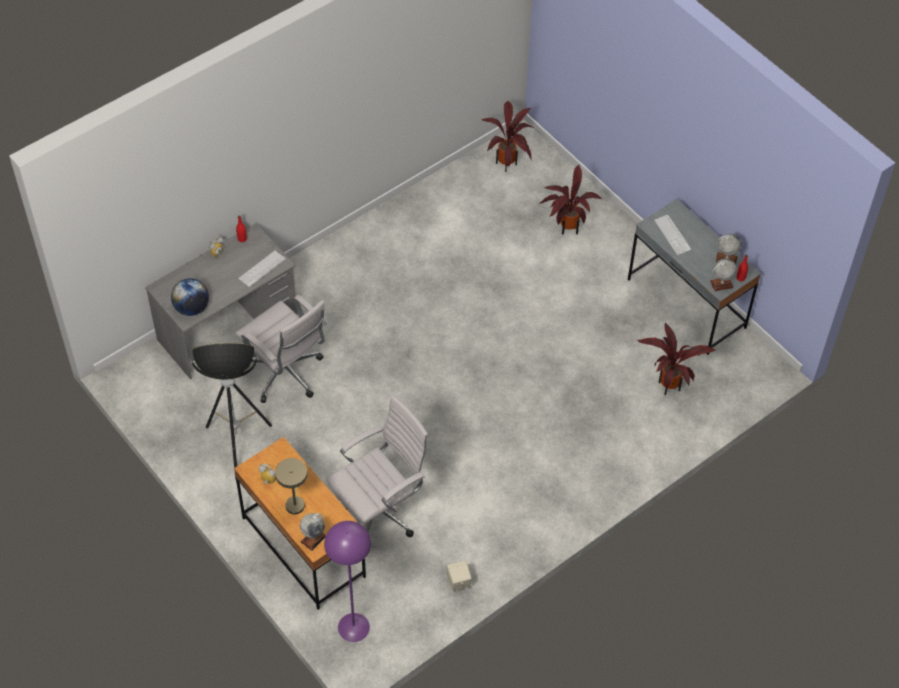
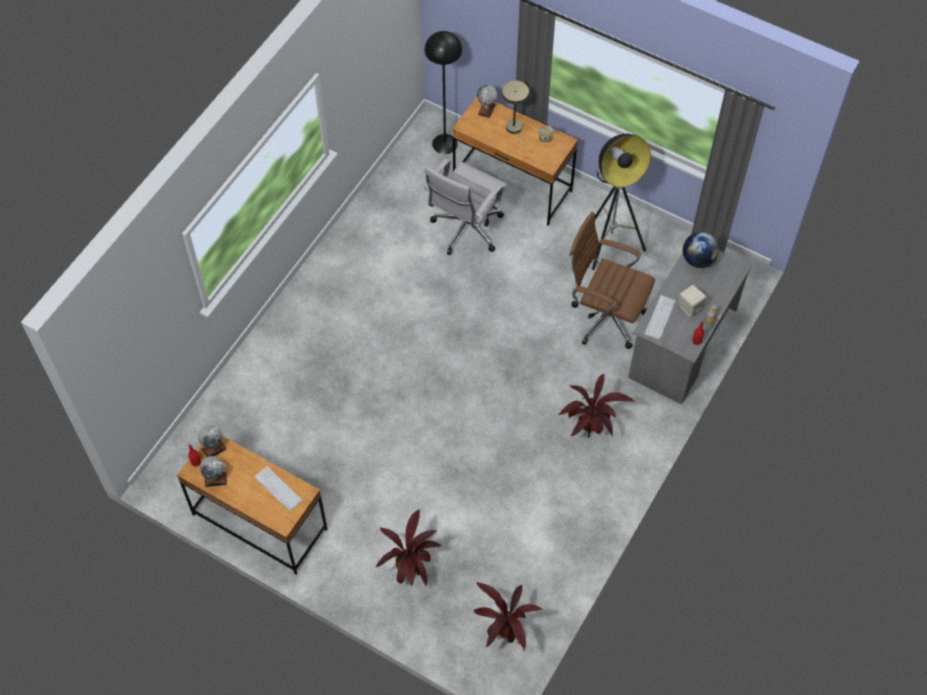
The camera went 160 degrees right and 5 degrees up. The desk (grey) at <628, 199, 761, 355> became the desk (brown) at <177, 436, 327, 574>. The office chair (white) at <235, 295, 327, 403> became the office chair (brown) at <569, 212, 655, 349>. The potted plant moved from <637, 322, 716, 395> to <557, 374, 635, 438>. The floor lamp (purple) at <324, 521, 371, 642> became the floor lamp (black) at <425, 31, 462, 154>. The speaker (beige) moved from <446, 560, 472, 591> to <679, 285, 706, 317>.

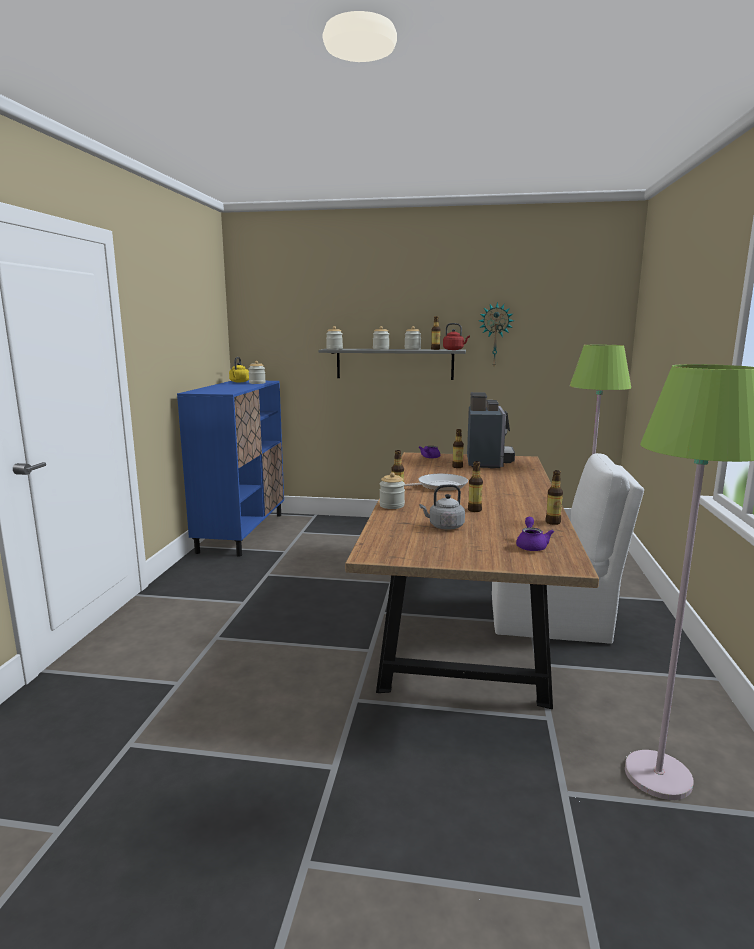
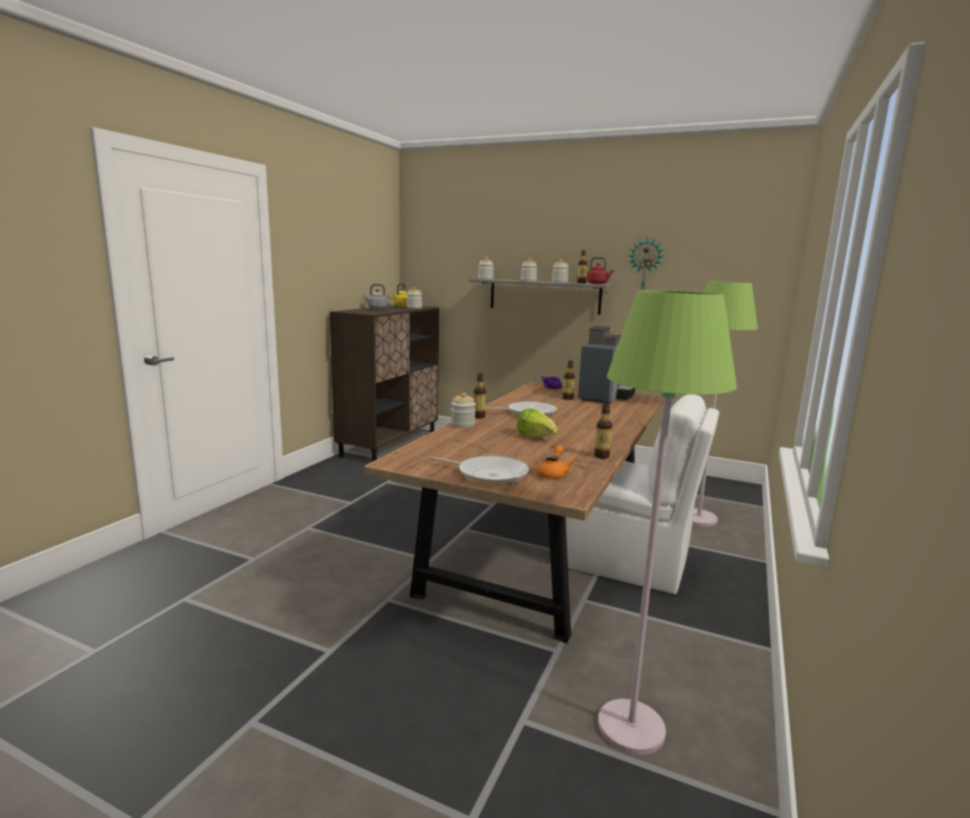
The camera went 15 degrees right and 0 degrees up. The cabinet (blue) at <177, 380, 284, 557> became the cabinet (brown) at <329, 305, 439, 462>. The bottle at <468, 461, 483, 512> was replaced by the lettuce at <517, 409, 558, 437>. The kettle (grey) moved from <419, 484, 465, 530> to <363, 284, 387, 309>. The teapot (purple) at <516, 517, 554, 551> became the teapot (orange) at <536, 445, 574, 479>. The frying pan at <429, 456, 529, 486> appeared.

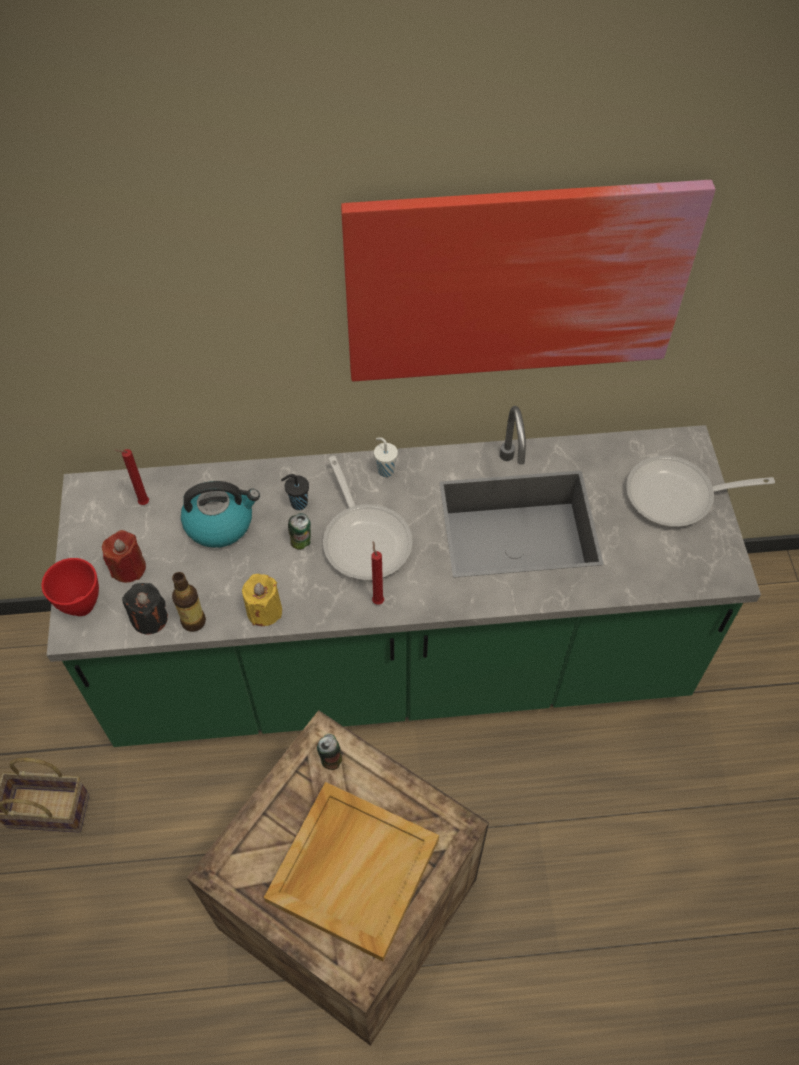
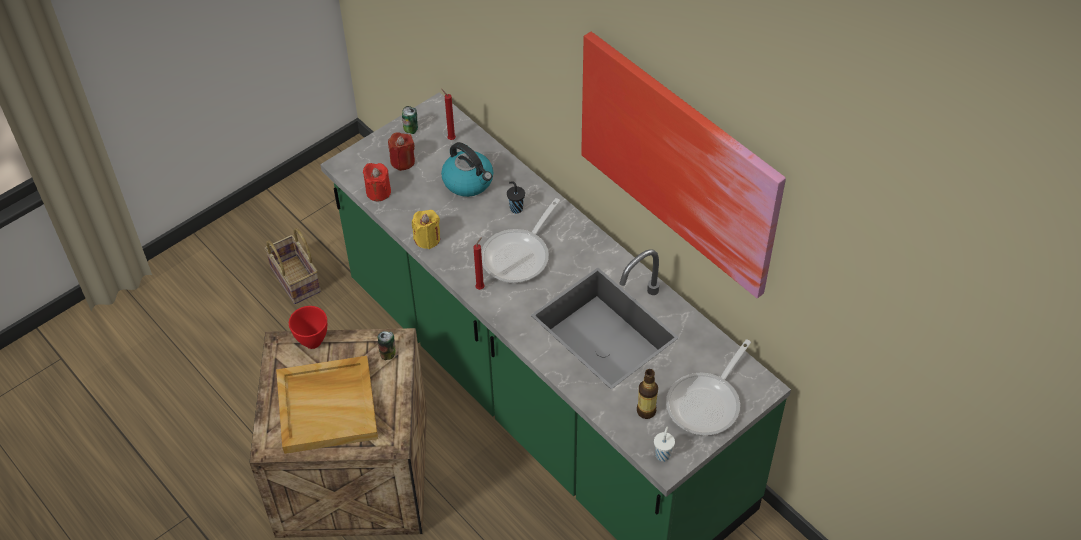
The camera went 55 degrees right and 5 degrees down. The cup (white) moved from <374, 438, 398, 477> to <654, 427, 675, 462>. The frying pan at <626, 455, 775, 527> turned 105 degrees counterclockwise. The can moved from <288, 513, 311, 550> to <402, 106, 418, 134>. The bowl (red) moved from <42, 558, 99, 616> to <289, 306, 327, 349>. The bottle moved from <172, 572, 206, 632> to <637, 369, 658, 419>. The candle (black) at <122, 583, 168, 635> became the candle (red) at <363, 163, 391, 201>.

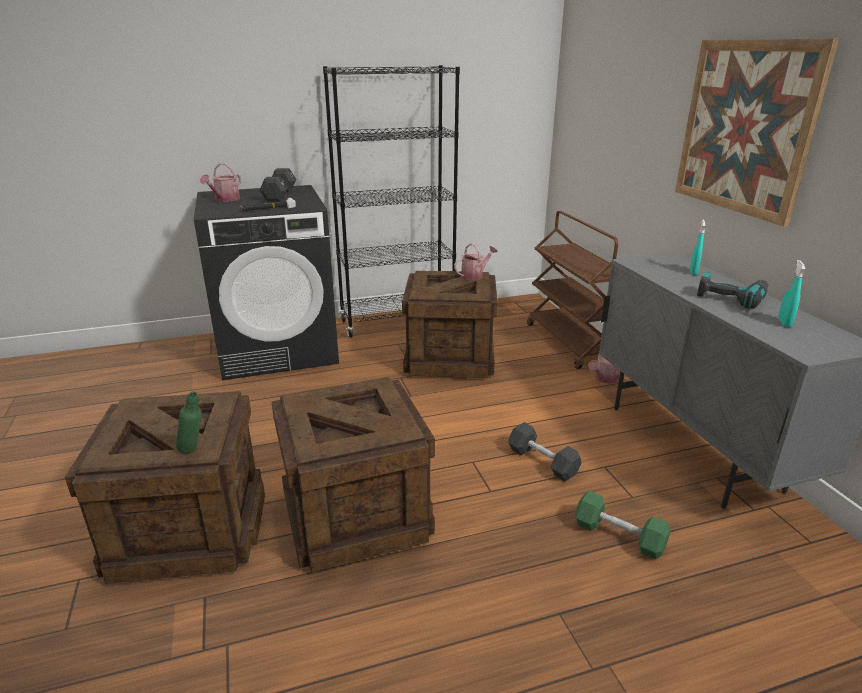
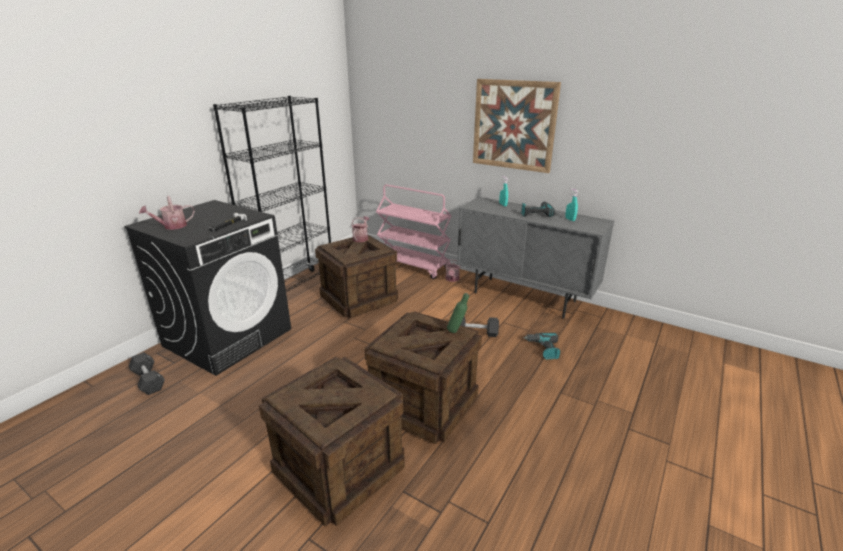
The camera went 40 degrees left and 0 degrees up. The watering can at <200, 163, 241, 202> turned 75 degrees clockwise. The dumbbell (black) moved from <259, 168, 296, 202> to <129, 352, 165, 395>. The cart (brown) at <527, 211, 618, 369> became the cart (pink) at <376, 184, 451, 279>. The bottle (green) moved from <176, 392, 202, 453> to <447, 293, 469, 333>. The dumbbell (green) at <575, 491, 670, 559> was replaced by the power drill at <523, 333, 560, 359>.

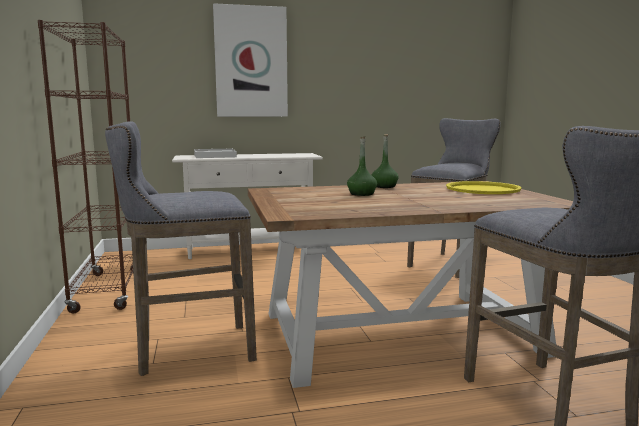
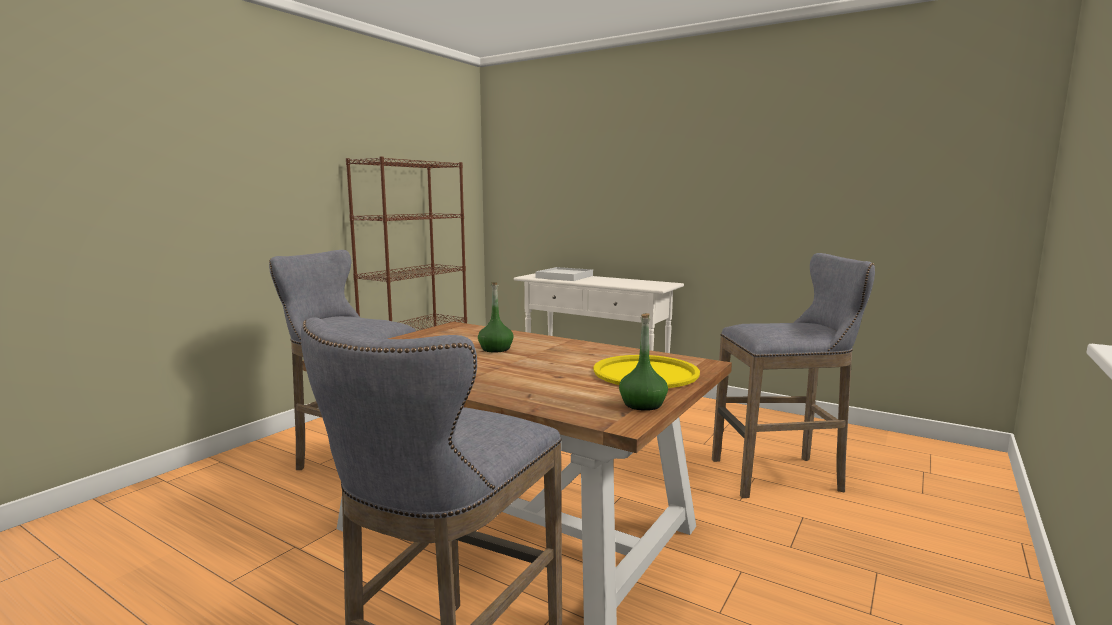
The camera went 45 degrees right and 0 degrees up. The picture at <213, 3, 288, 117> disappeared. The bottle (green) moved from <372, 134, 399, 188> to <619, 313, 668, 411>.

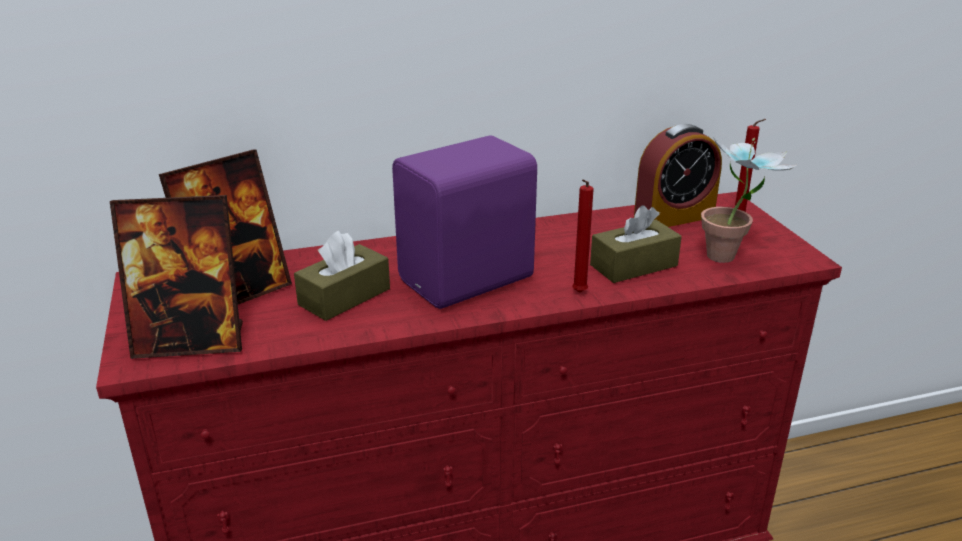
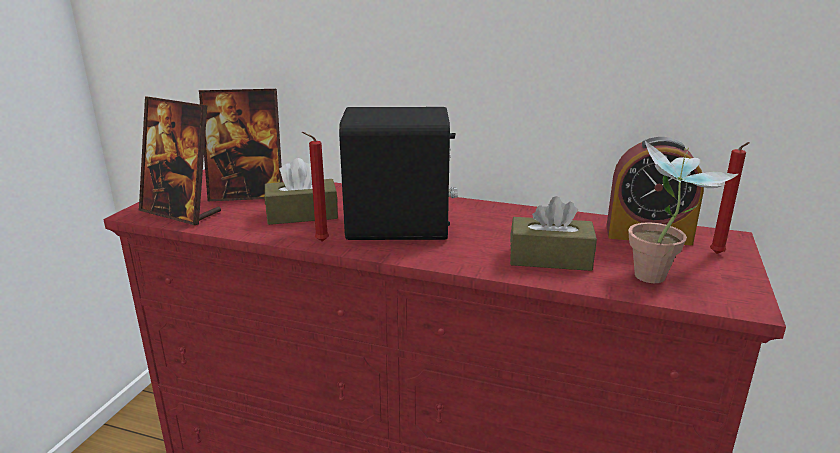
The camera went 35 degrees right and 5 degrees down. The speaker (purple) at <392, 135, 537, 309> became the speaker (black) at <339, 107, 458, 240>. The candle (red) moved from <572, 180, 594, 293> to <302, 132, 329, 242>.

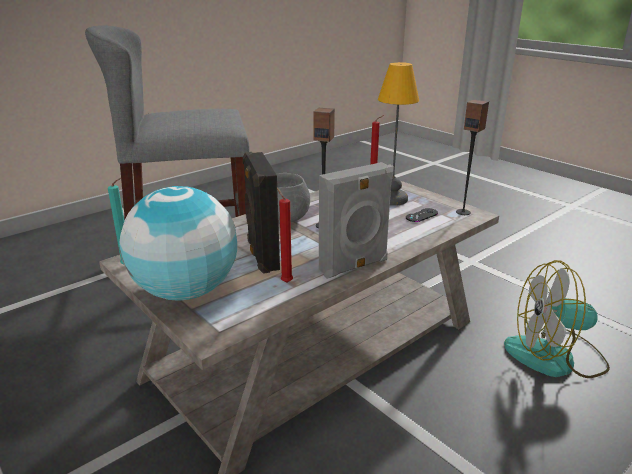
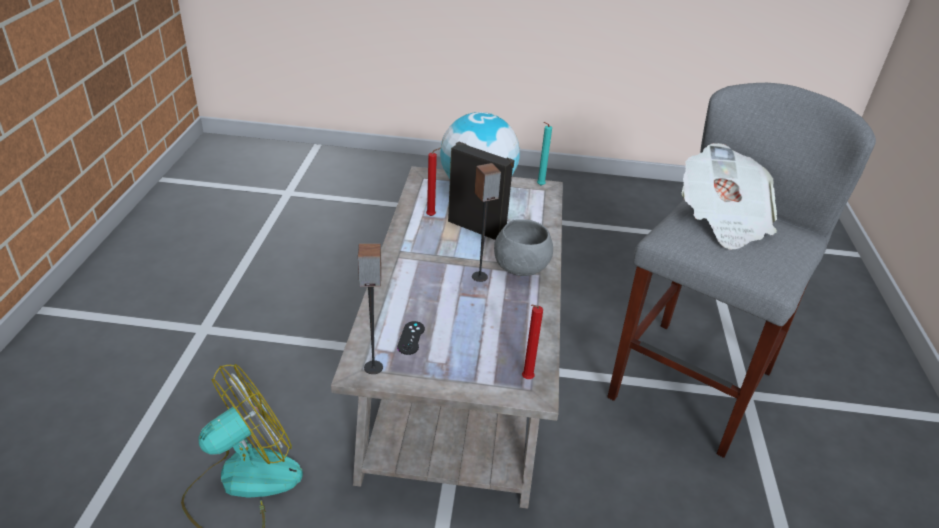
The camera went 135 degrees right and 10 degrees up. The table lamp at <378, 62, 419, 206> disappeared. The speaker (grey) at <319, 162, 394, 279> disappeared. The newspaper at <681, 143, 777, 250> appeared.

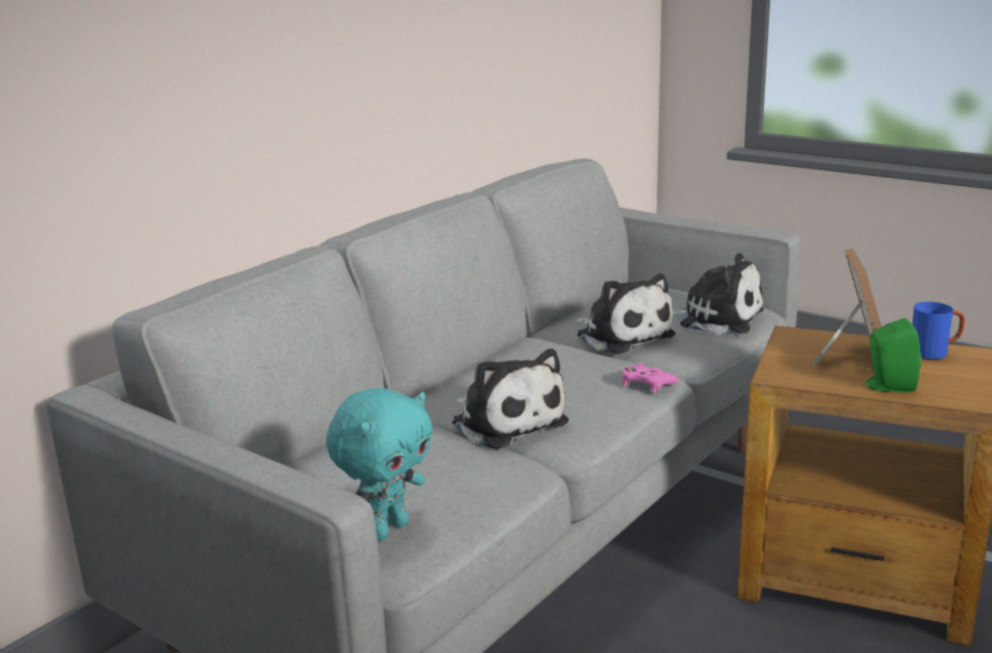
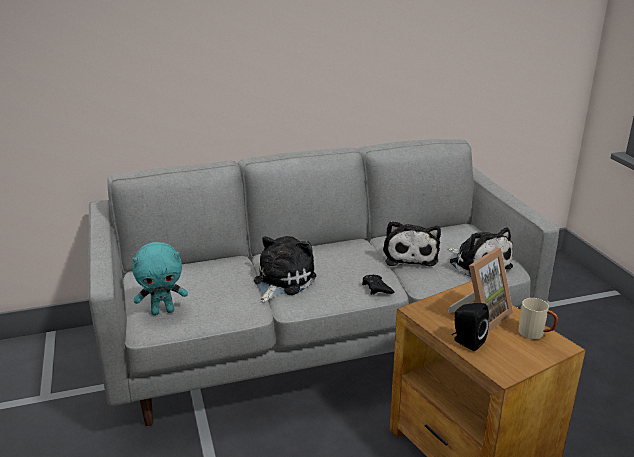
The camera went 35 degrees right and 5 degrees up. The mug (blue) at <912, 302, 965, 359> became the mug (beige) at <518, 298, 558, 339>. The speaker (green) at <865, 318, 921, 393> became the speaker (black) at <452, 303, 489, 351>. The plush toy at <452, 349, 569, 450> turned 150 degrees counterclockwise. The game controller (pink) at <622, 363, 679, 393> became the game controller (black) at <362, 275, 395, 295>.

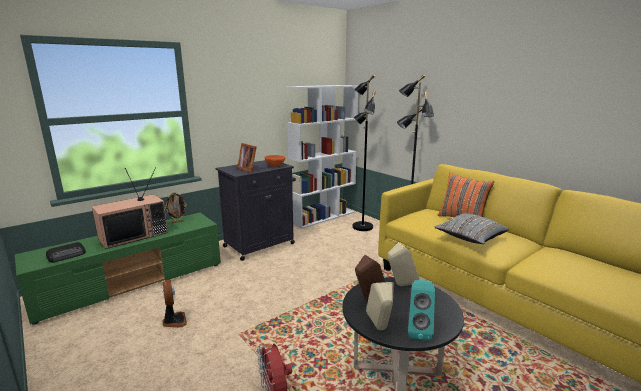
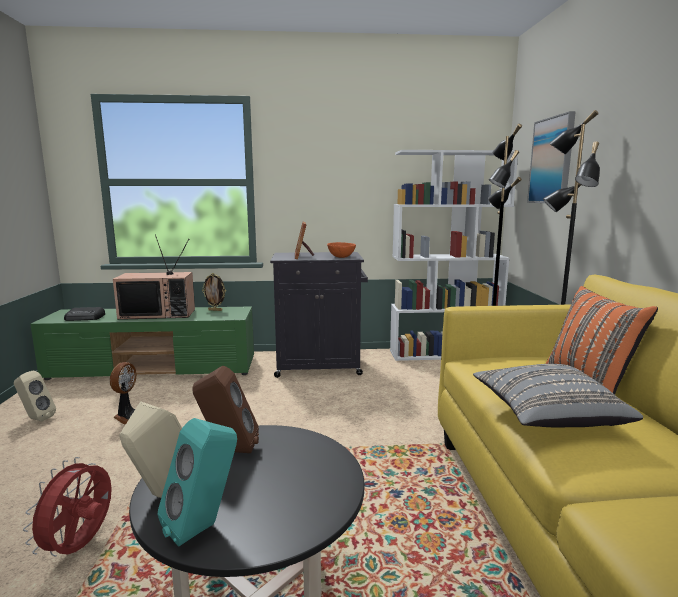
The camera went 35 degrees right and 5 degrees down. The speaker (beige) moved from <387, 242, 419, 286> to <14, 370, 56, 422>. The picture at <527, 111, 576, 203> appeared.

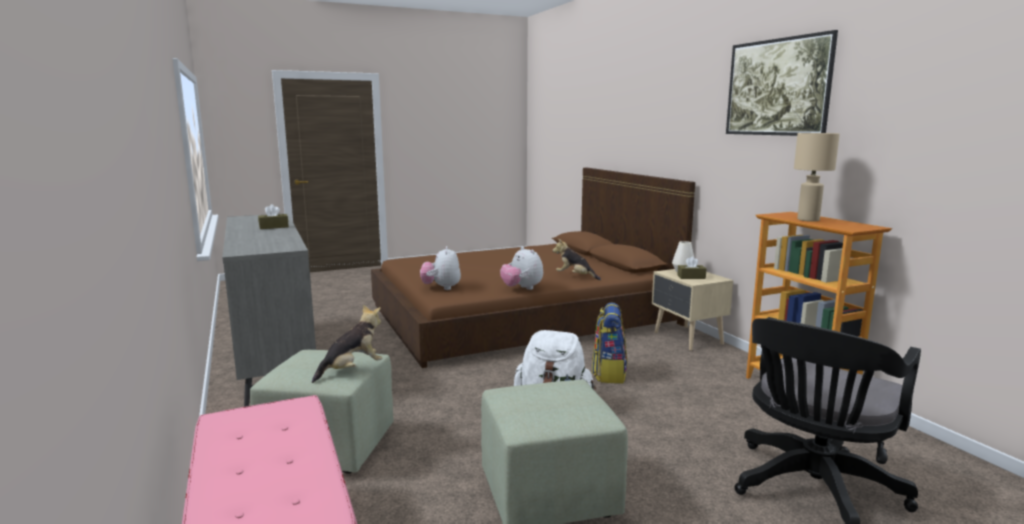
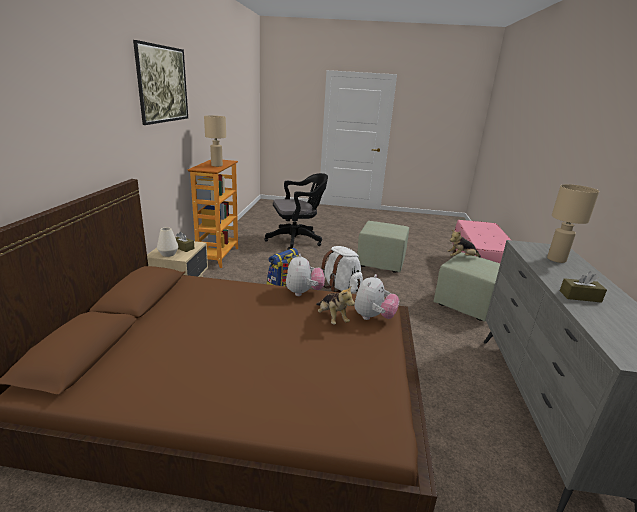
The camera went 150 degrees left and 10 degrees up. The plush toy moved from <553, 239, 601, 280> to <316, 287, 355, 324>. The table lamp (beige) at <547, 184, 599, 263> appeared.

